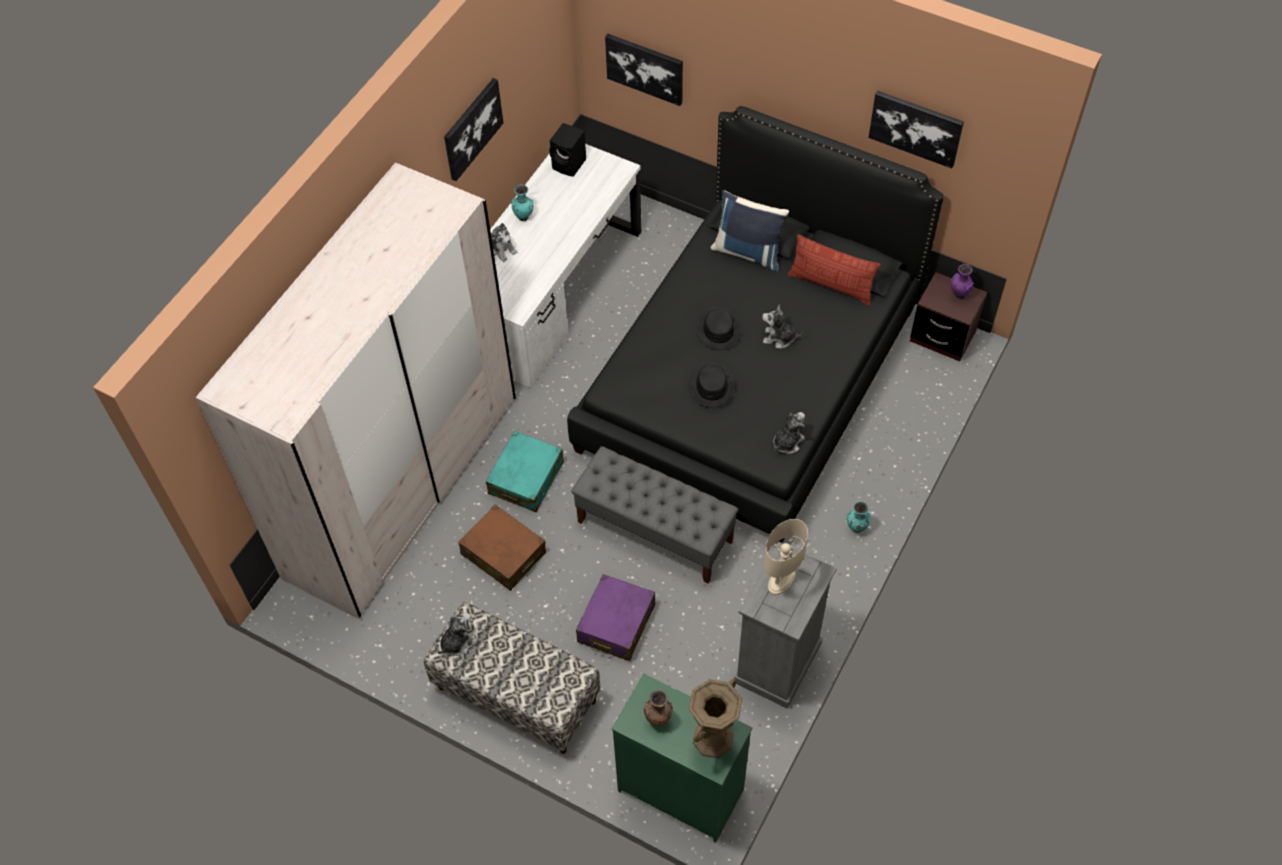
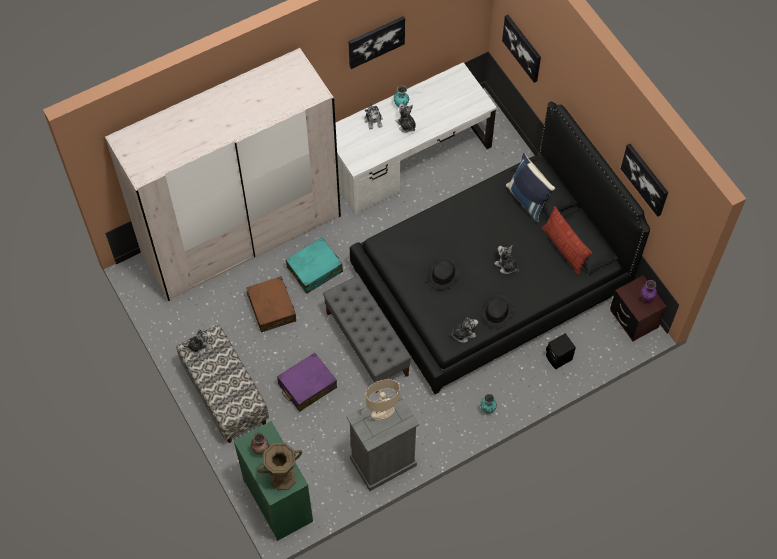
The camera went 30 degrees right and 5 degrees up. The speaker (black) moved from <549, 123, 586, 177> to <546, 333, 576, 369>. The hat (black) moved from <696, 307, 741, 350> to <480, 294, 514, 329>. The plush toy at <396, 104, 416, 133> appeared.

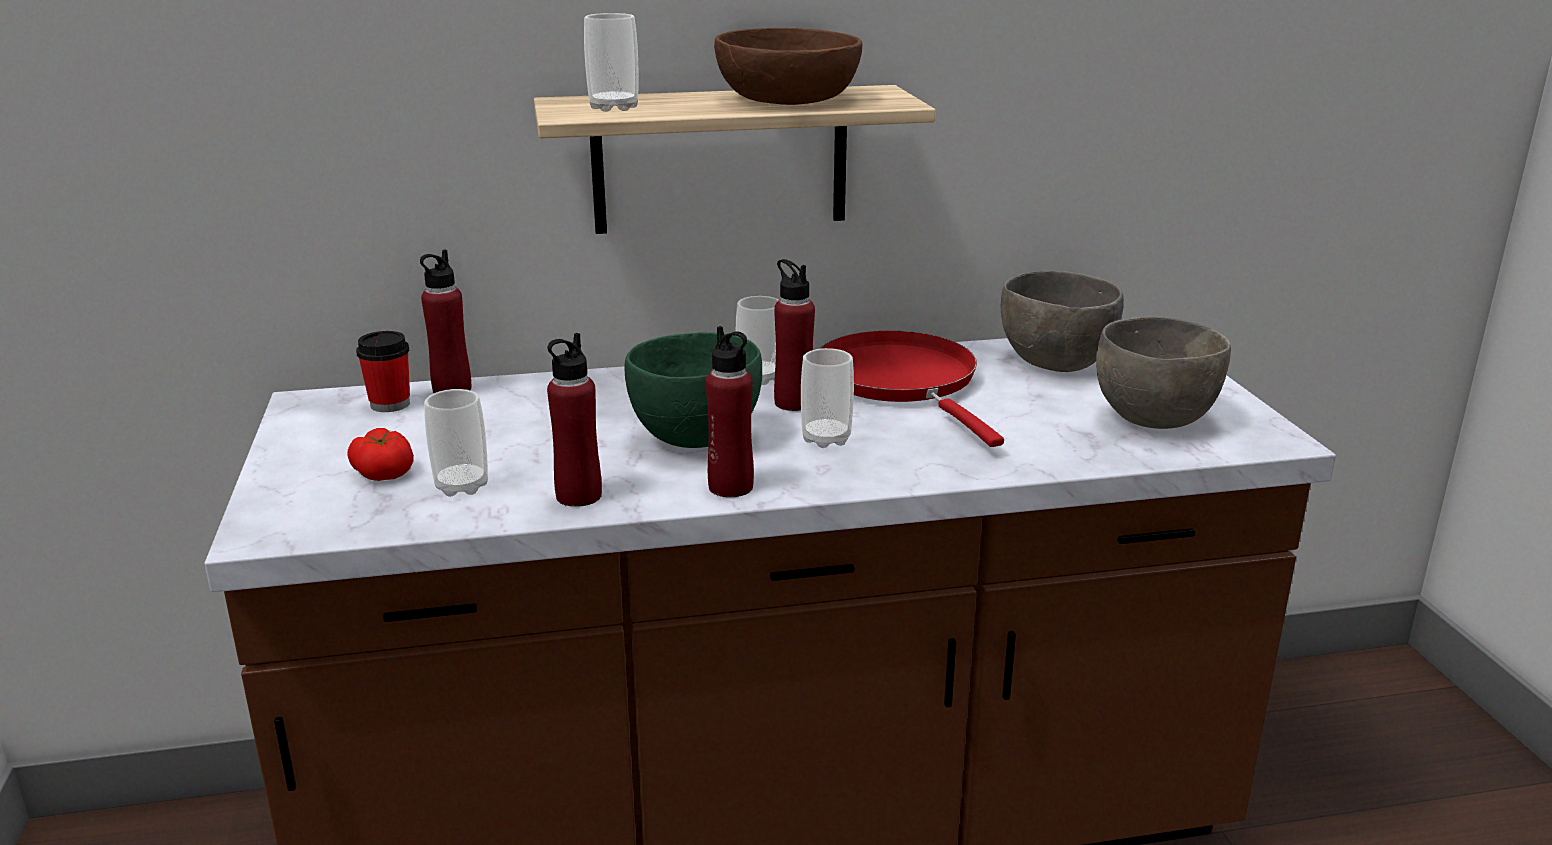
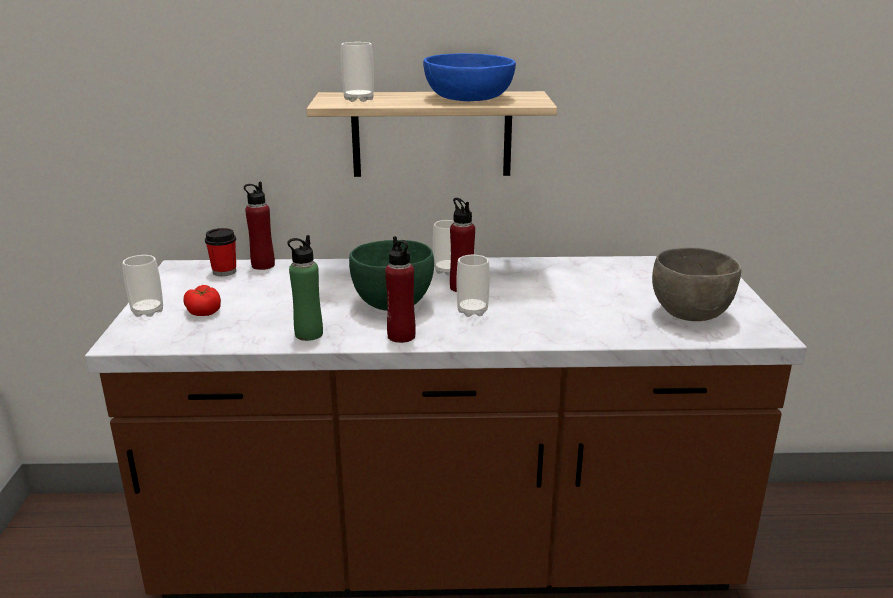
The camera went 10 degrees right and 0 degrees up. The bowl (brown) at <714, 28, 862, 105> became the bowl (blue) at <423, 53, 516, 101>. The bowl (grey) at <1001, 270, 1124, 372> disappeared. The frying pan (red) at <820, 331, 1004, 447> disappeared. The bottle (red) at <547, 333, 602, 507> became the bottle (green) at <287, 235, 323, 341>. The cup moved from <424, 389, 488, 497> to <122, 255, 163, 317>.

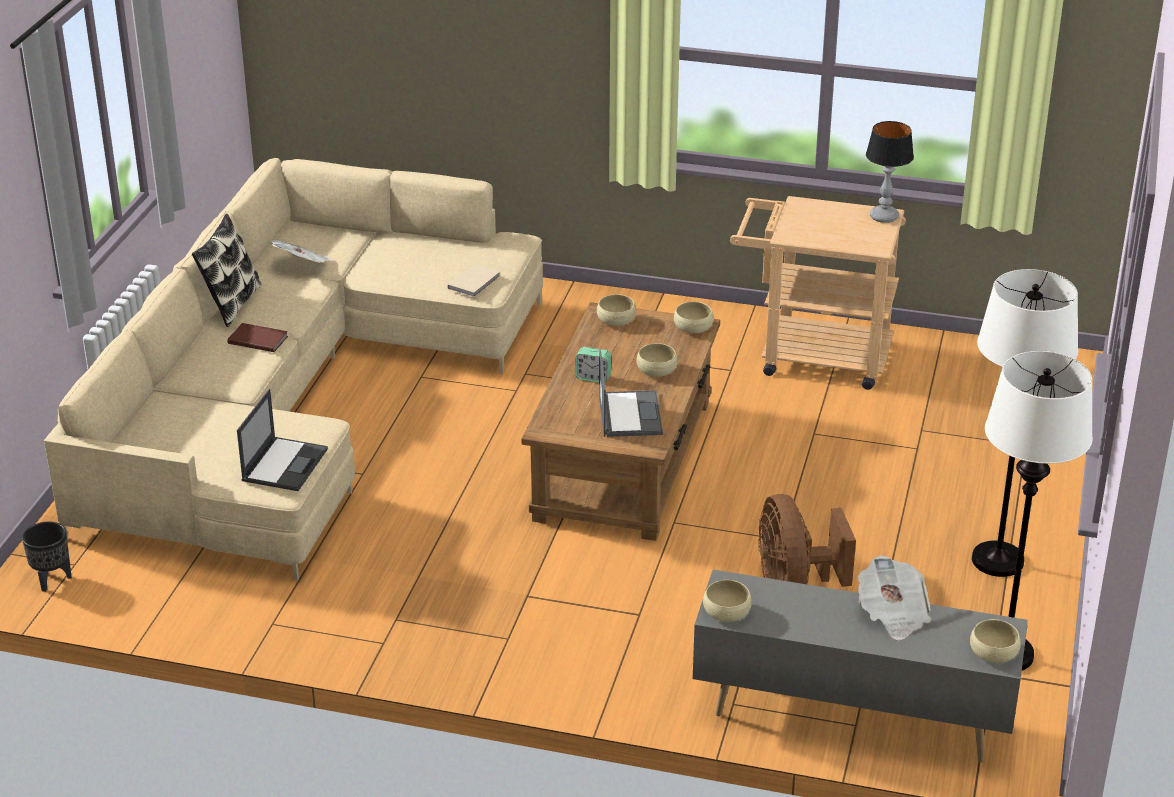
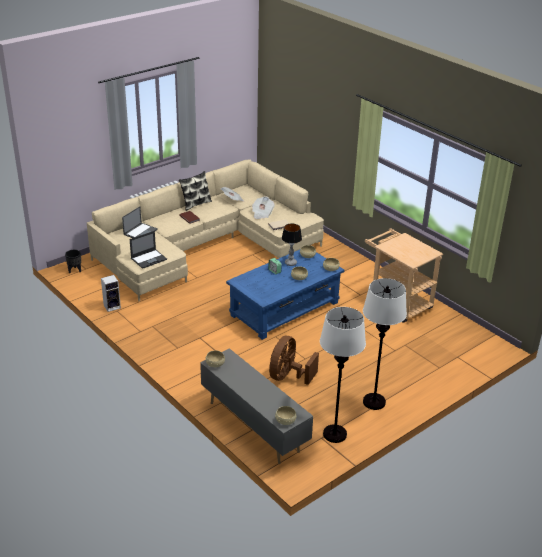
The camera went 35 degrees right and 0 degrees up. The table lamp moved from <866, 121, 914, 223> to <282, 224, 302, 266>. The coffee table (brown) at <521, 302, 720, 541> became the coffee table (blue) at <226, 250, 345, 340>. The laptop moved from <599, 349, 663, 437> to <122, 206, 158, 238>. The newspaper moved from <858, 556, 931, 640> to <252, 196, 275, 219>. The speaker at <101, 275, 121, 312> appeared.

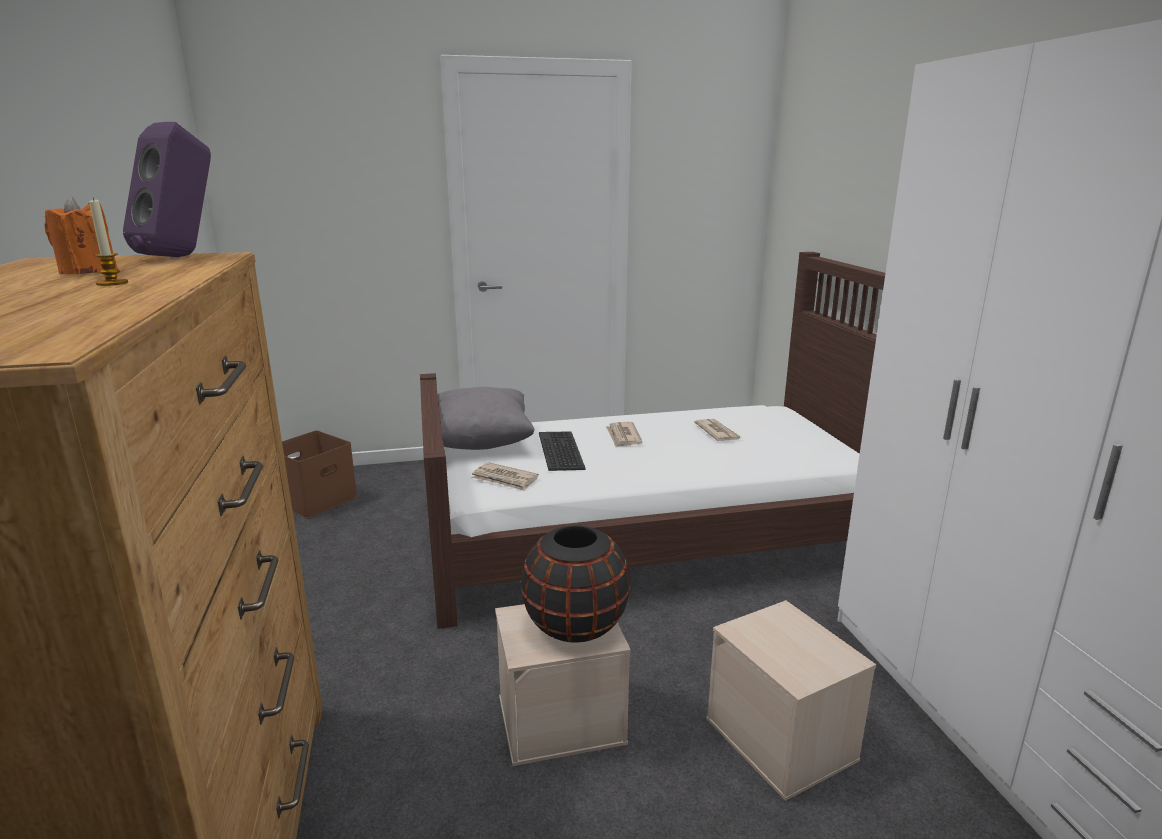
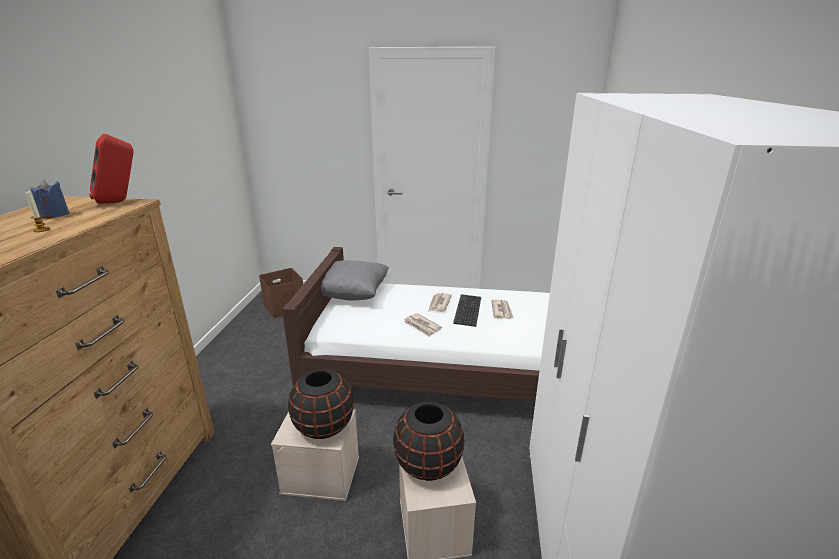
The camera went 20 degrees right and 5 degrees up. The speaker (purple) at <123, 122, 211, 257> became the speaker (red) at <89, 134, 134, 204>. The candle (orange) at <45, 196, 118, 274> became the candle (blue) at <31, 180, 70, 219>. The keyboard moved from <539, 431, 585, 471> to <453, 294, 481, 327>. The newspaper moved from <471, 462, 539, 491> to <403, 313, 442, 337>. The vase (black) at <393, 402, 464, 481> appeared.

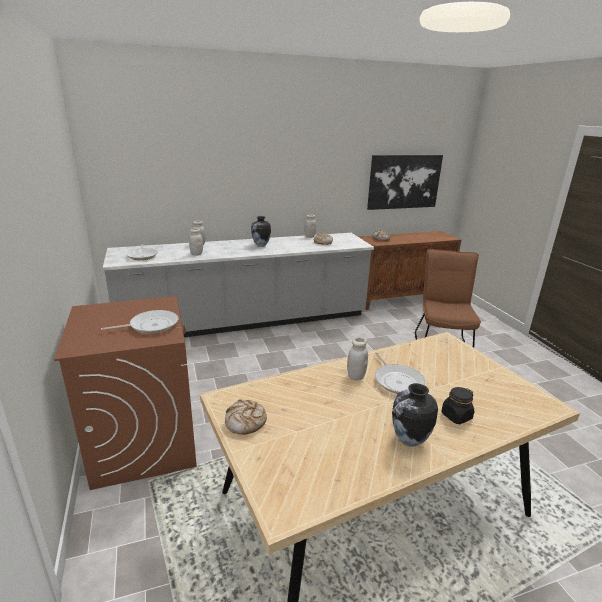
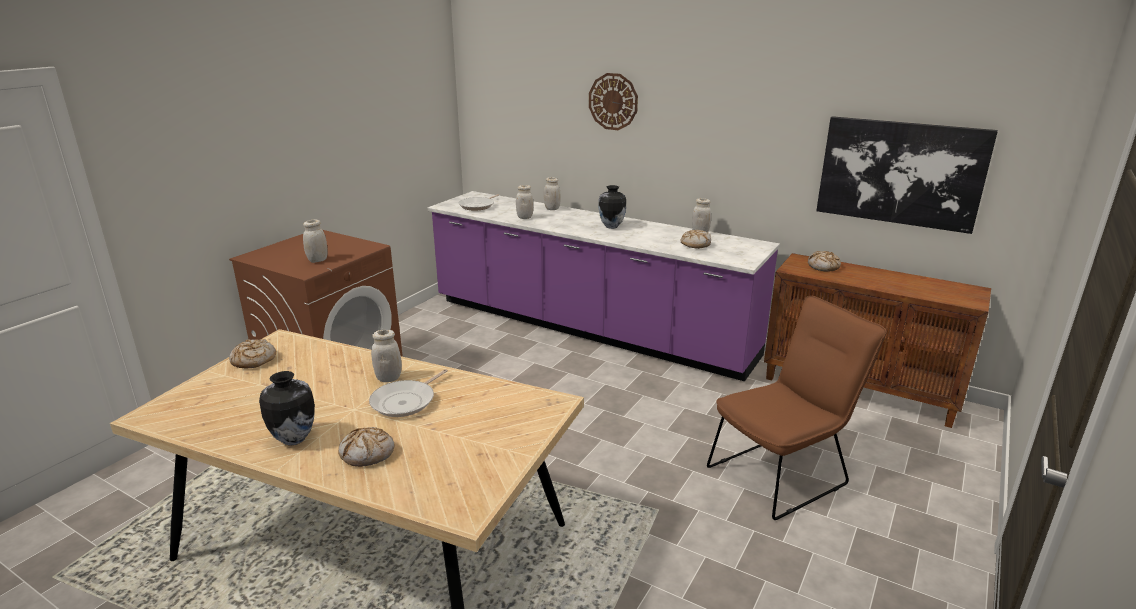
The camera went 50 degrees right and 0 degrees up. The counter (grey) at <103, 233, 374, 337> became the counter (purple) at <428, 191, 780, 382>. The frying pan at <101, 310, 178, 334> was replaced by the jar (white) at <303, 220, 328, 263>. The jar (black) at <442, 387, 474, 424> was replaced by the bread at <338, 427, 394, 467>. The wall clock at <589, 73, 638, 130> appeared.

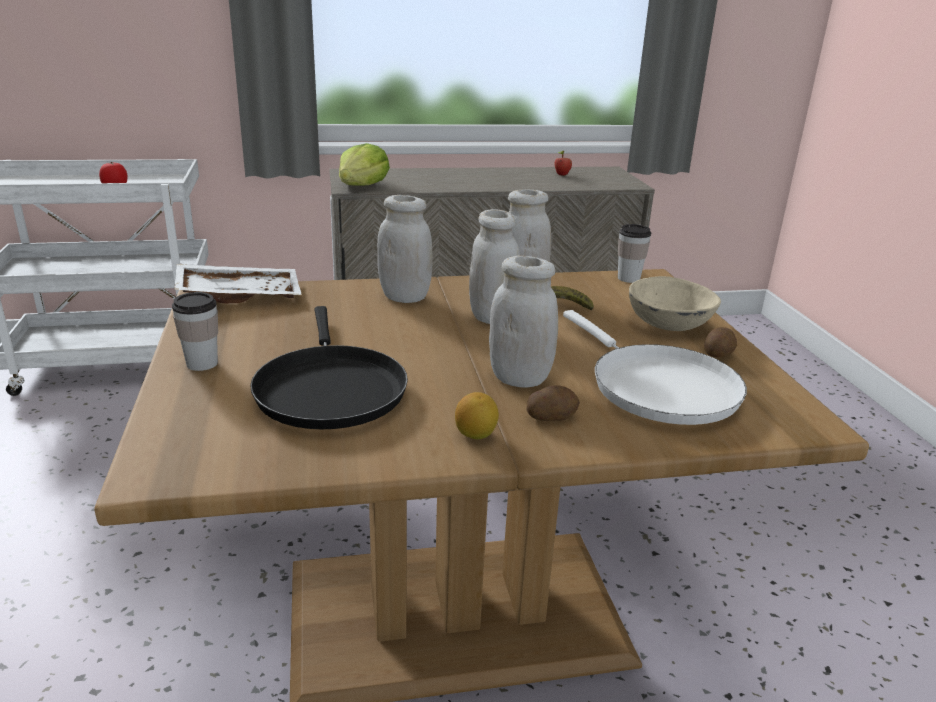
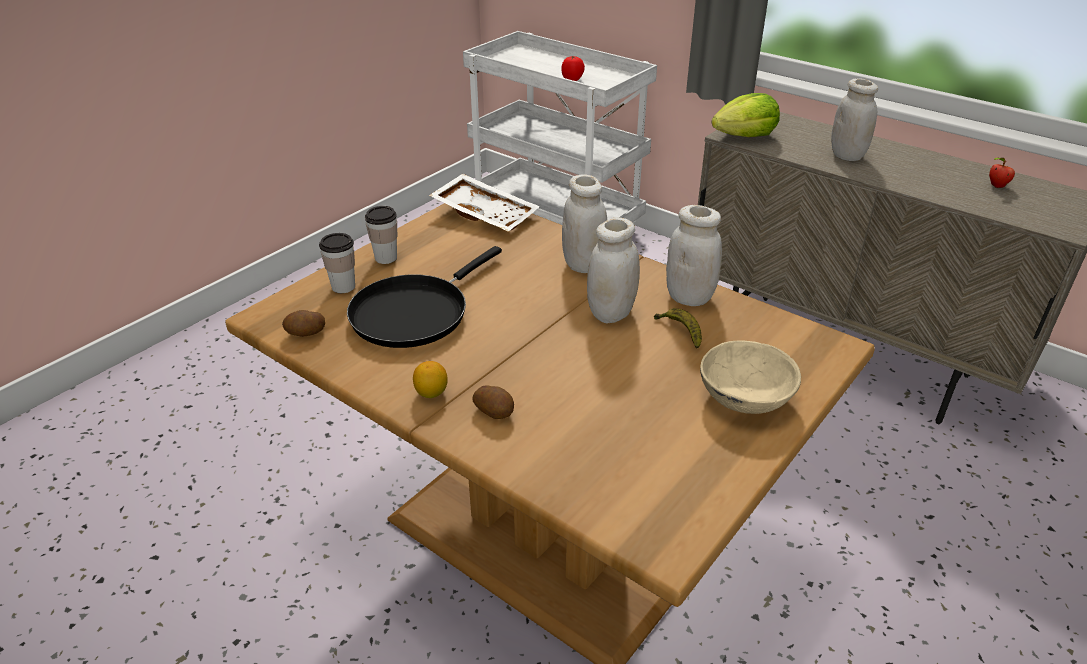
The camera went 50 degrees right and 10 degrees up. The cup moved from <618, 224, 651, 283> to <319, 233, 355, 293>. The jar (white) moved from <489, 255, 558, 388> to <831, 78, 878, 161>. The frying pan (white) at <563, 310, 747, 425> disappeared. The potato moved from <704, 327, 737, 358> to <282, 310, 325, 337>.

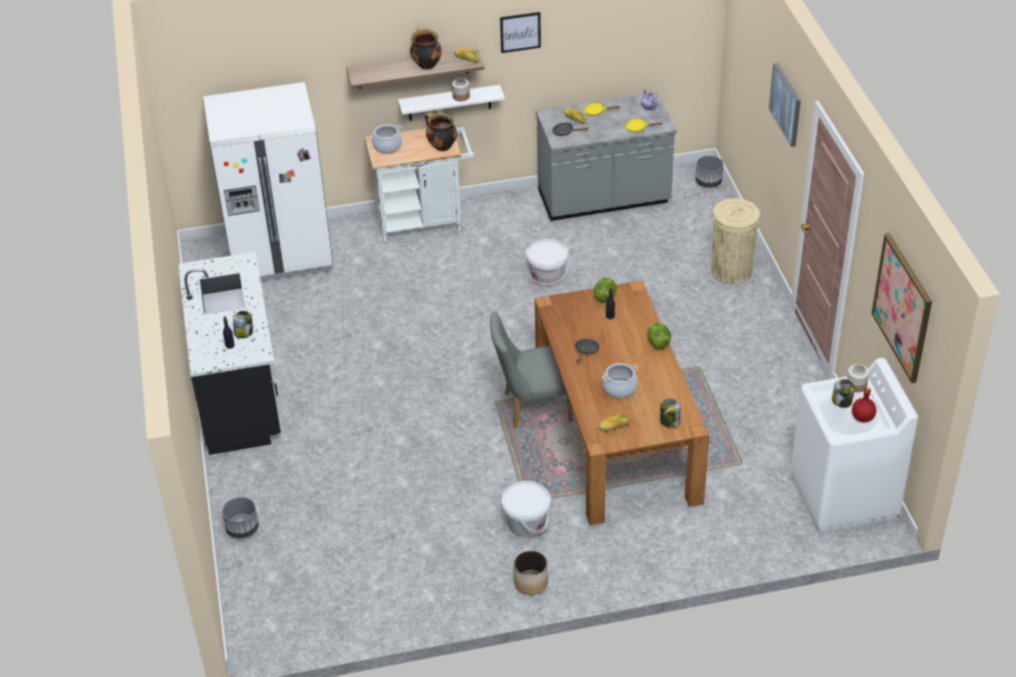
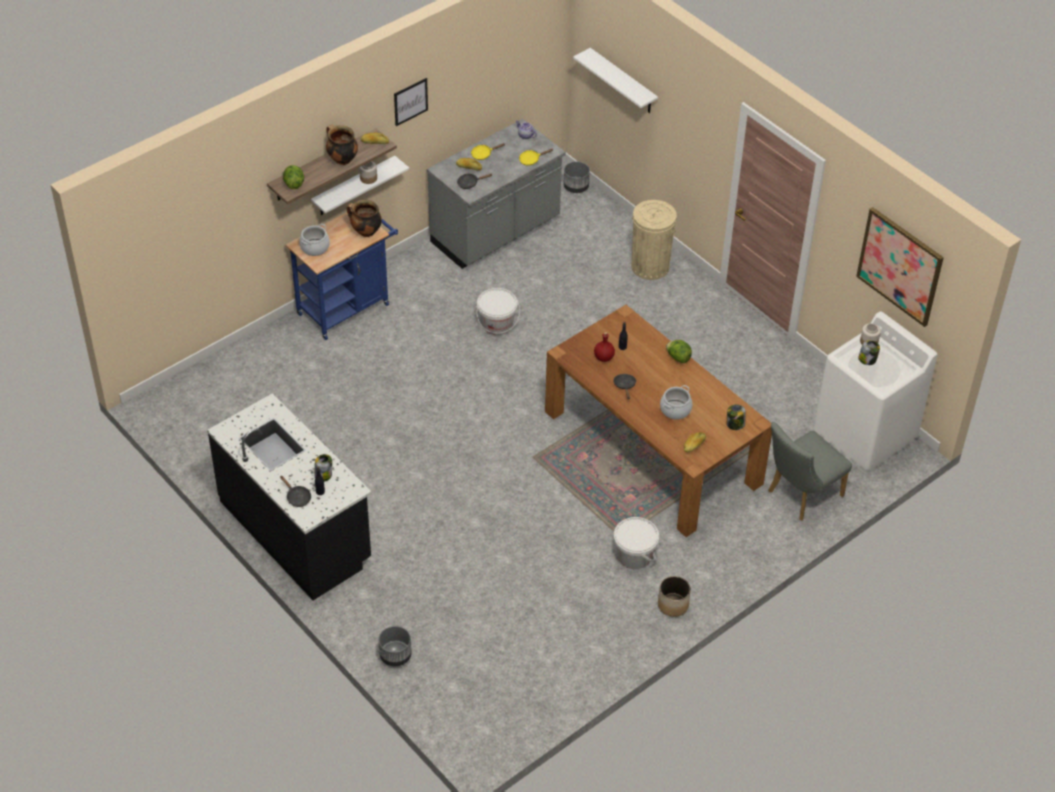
The camera went 30 degrees left and 5 degrees up. The picture at <769, 63, 801, 147> disappeared. The fridge (white) at <203, 82, 333, 281> disappeared. The cart (white) at <364, 127, 474, 243> became the cart (blue) at <286, 210, 398, 340>. The lettuce moved from <594, 277, 617, 303> to <283, 165, 304, 189>. The chair (grey) moved from <490, 311, 573, 428> to <768, 422, 852, 521>. The bottle (red) moved from <852, 387, 876, 422> to <594, 332, 615, 362>. The shelf (white) at <573, 48, 658, 113> appeared. The frying pan (black) at <280, 476, 311, 507> appeared.

